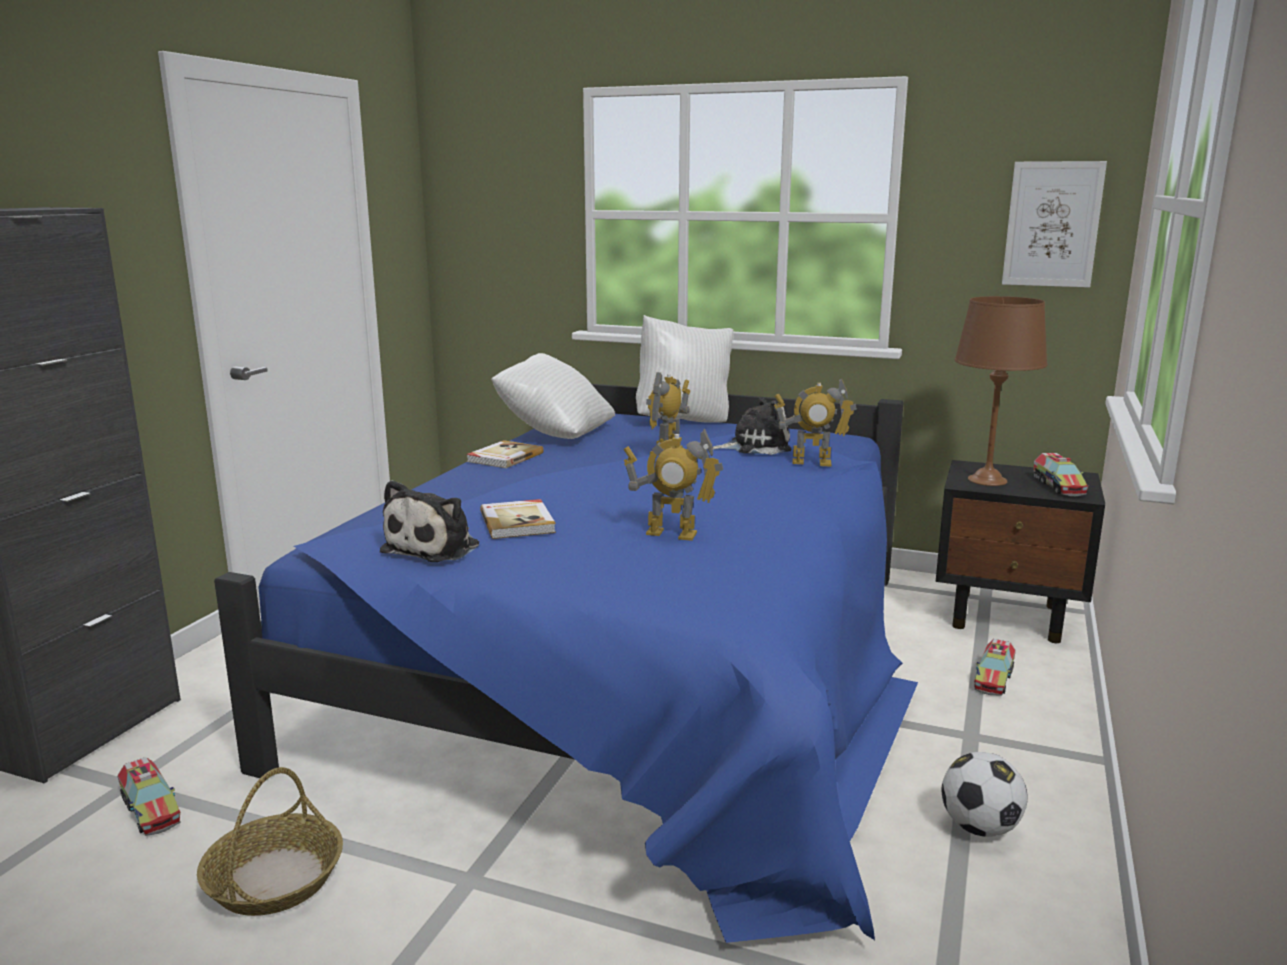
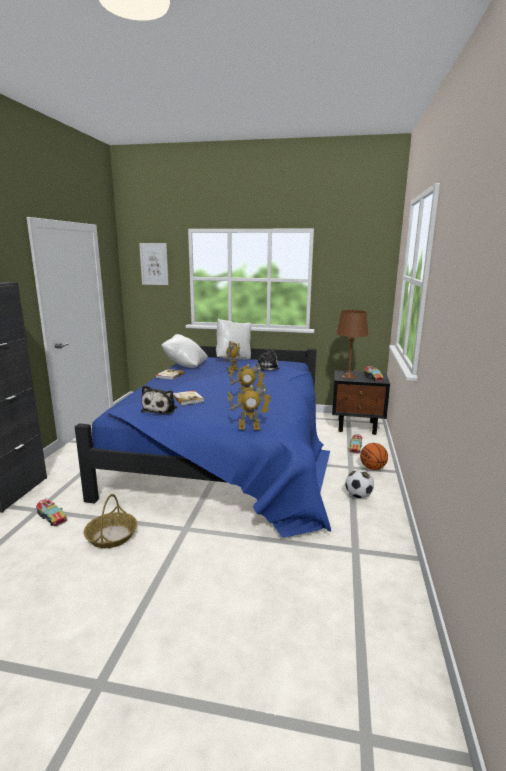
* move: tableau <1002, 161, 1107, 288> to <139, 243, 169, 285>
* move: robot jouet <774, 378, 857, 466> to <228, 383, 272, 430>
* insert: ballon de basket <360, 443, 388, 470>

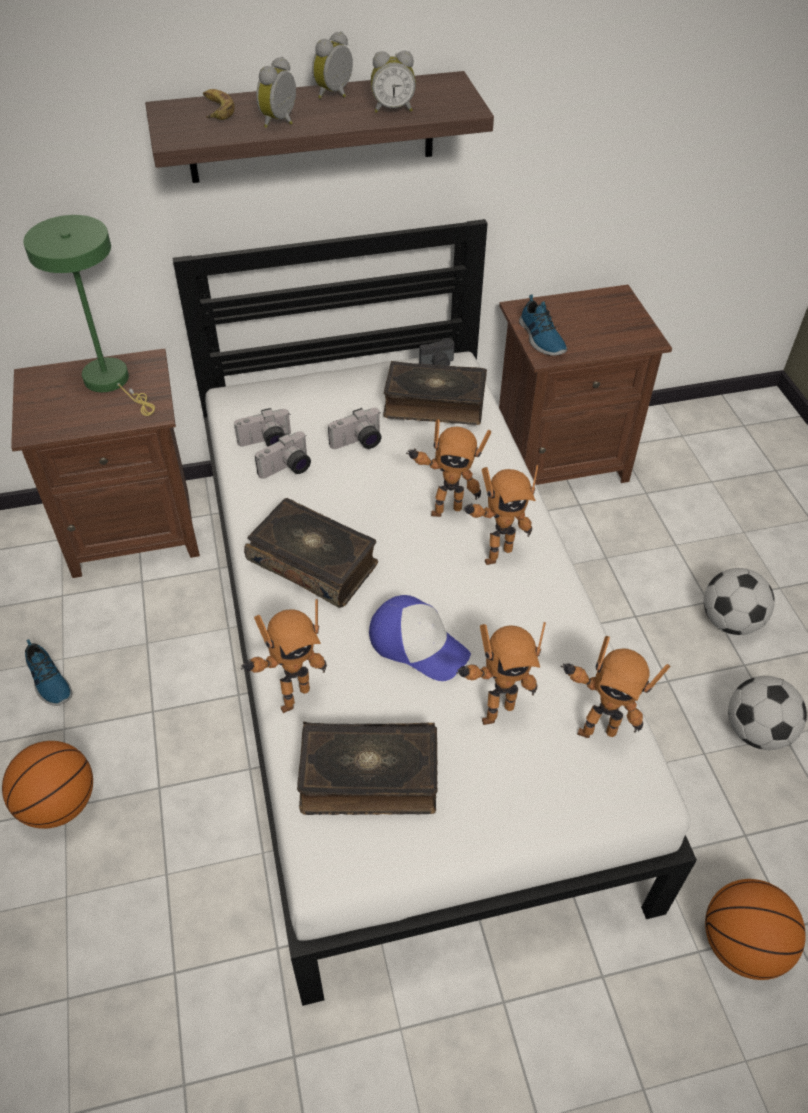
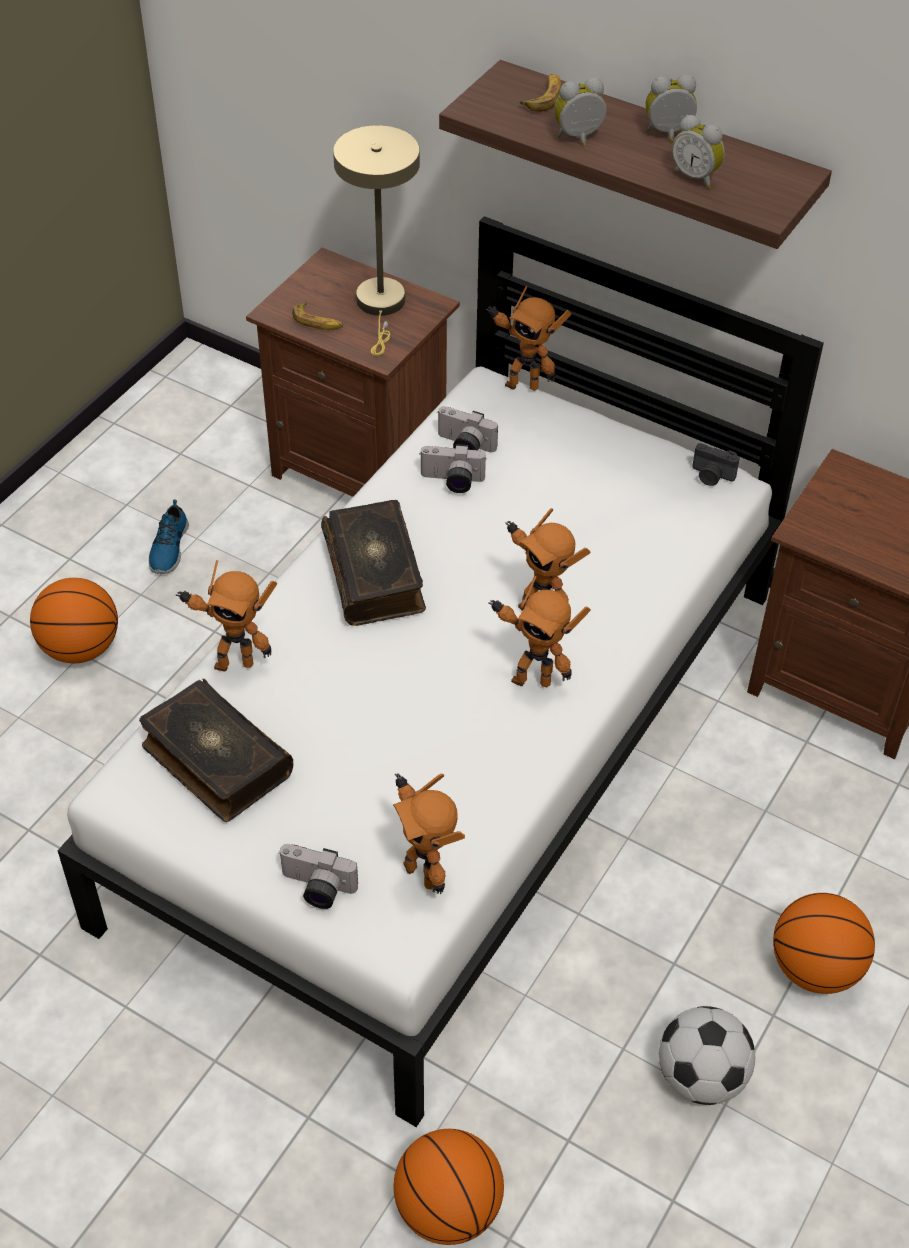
* recolor: lampe de table [vert] <23, 215, 155, 416> to lampe de table [beige] <333, 125, 420, 356>
* delete: chaussure <519, 294, 567, 356>
* delete: livre <383, 361, 487, 425>
* move: appareil photo <328, 408, 381, 449> to <278, 844, 358, 909>
* replace: ballon de foot <704, 568, 775, 635> to ballon de basket <773, 893, 875, 994>
* delete: casquette <369, 595, 471, 681>
* move: robot jouet <456, 622, 546, 725> to <486, 286, 572, 391>
* insert: banane <292, 303, 343, 330>

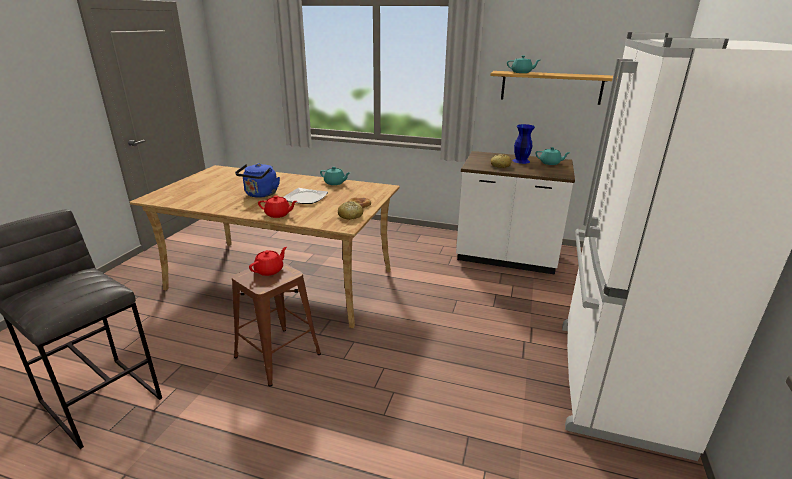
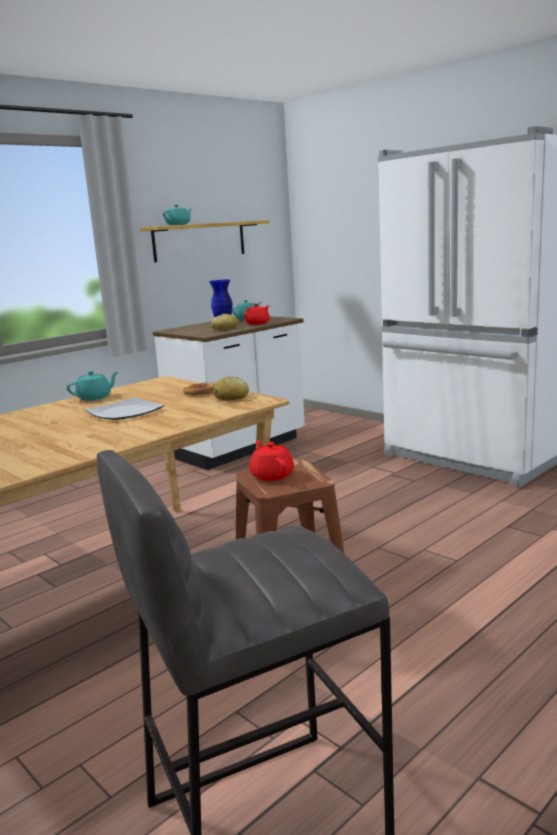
* delete: bouilloire [bleu] <235, 163, 280, 198>
* move: théière [rouge] <258, 195, 297, 218> to <244, 304, 270, 325>

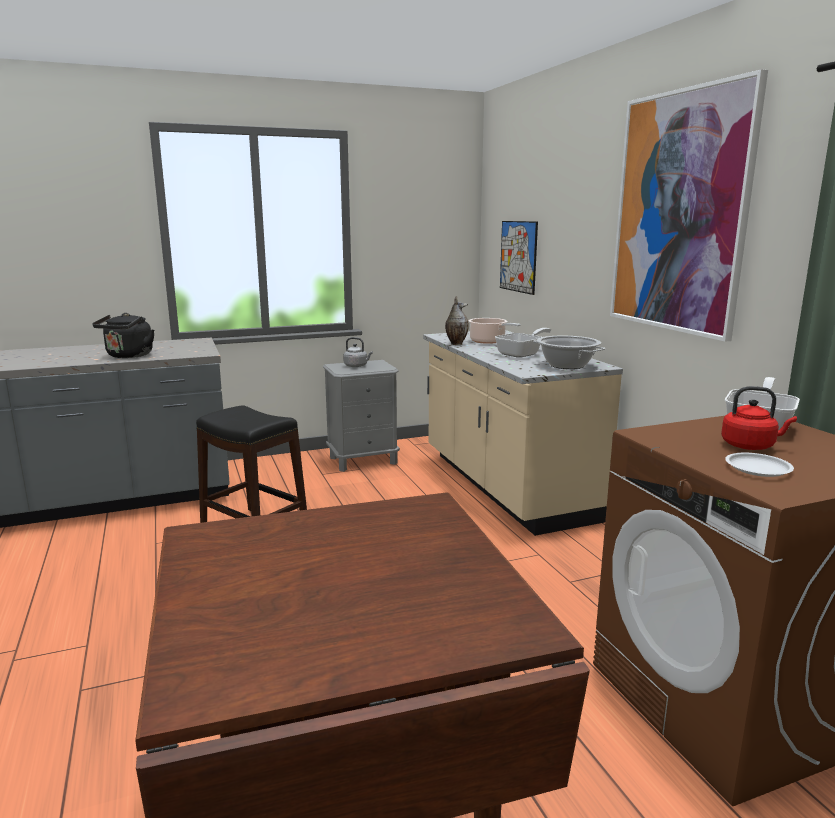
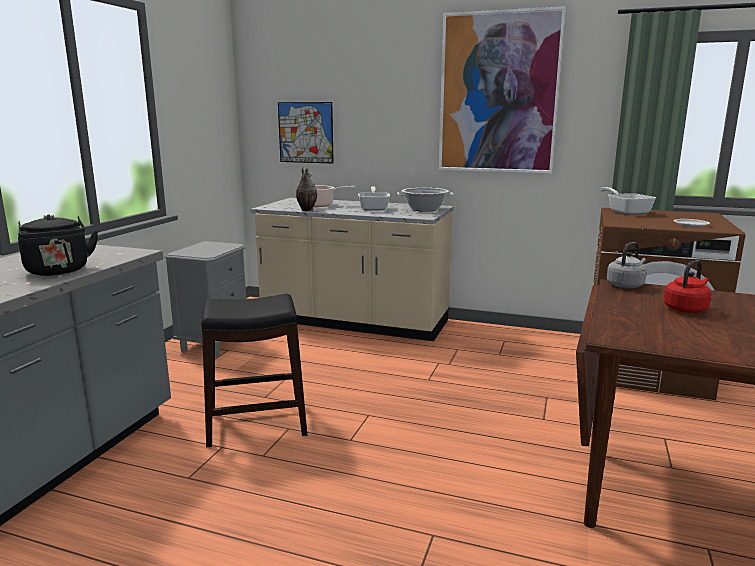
* move: bouilloire [gris] <343, 337, 373, 367> to <607, 242, 647, 288>
* move: bouilloire [rouge] <721, 386, 797, 450> to <664, 260, 711, 313>

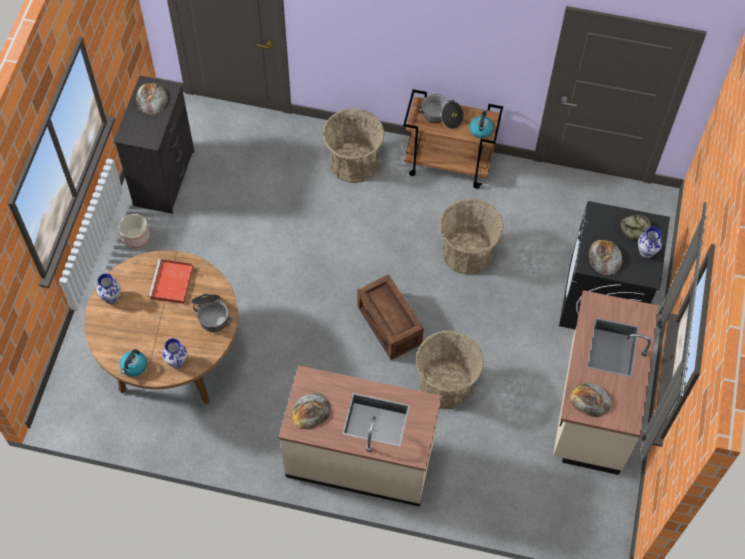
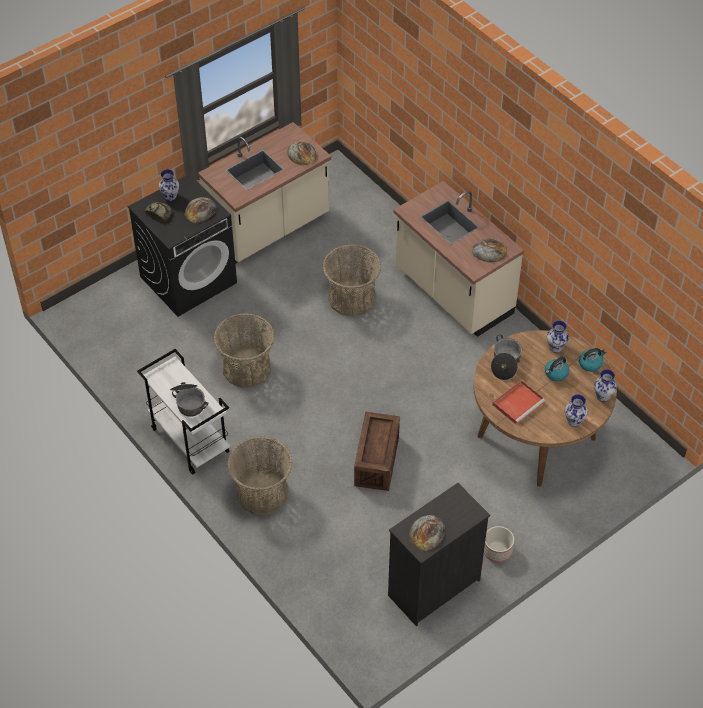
* recolor: chariot [marron] <403, 89, 503, 189> to chariot [blanc] <137, 349, 230, 475>
* move: bouilloire <470, 110, 494, 138> to <545, 357, 569, 381>
* move: caisse <357, 274, 424, 360> to <354, 412, 400, 491>
* insert: vase <594, 369, 617, 402>

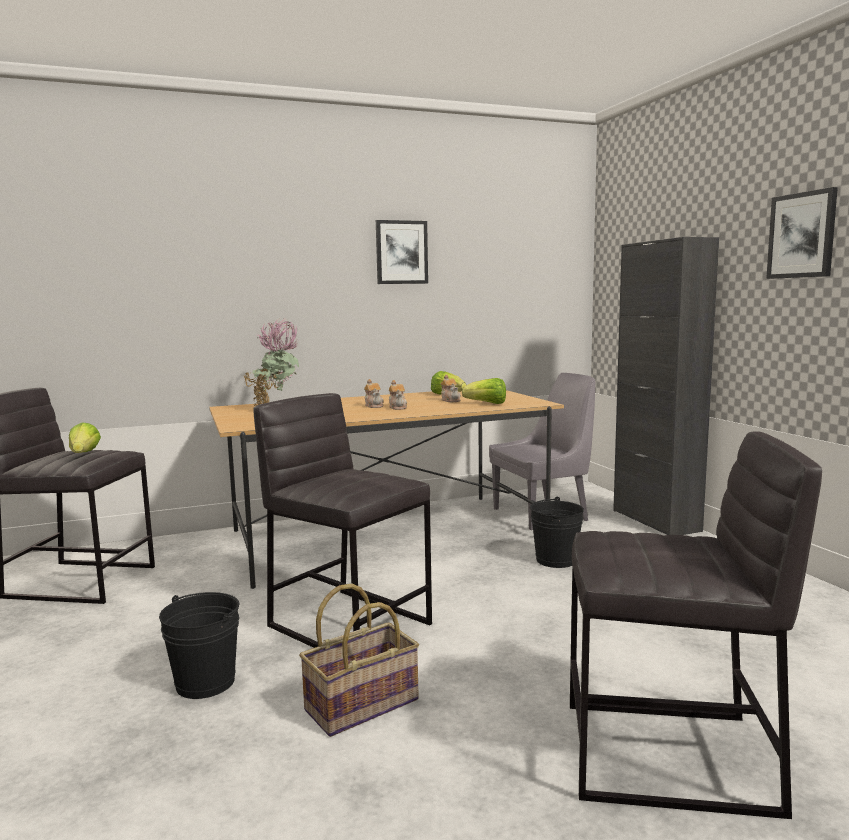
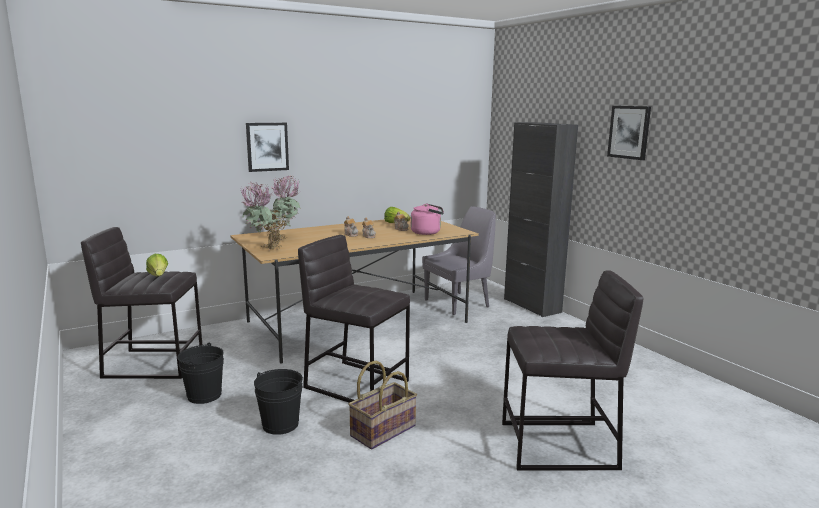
* move: tableau <376, 220, 428, 284> to <246, 123, 289, 172>
* replace: laitue <462, 378, 506, 404> to bouilloire [rose] <411, 203, 444, 235>
* move: seau [noir] <530, 497, 584, 568> to <177, 343, 224, 404>
* insert: plante en pot <241, 181, 287, 250>

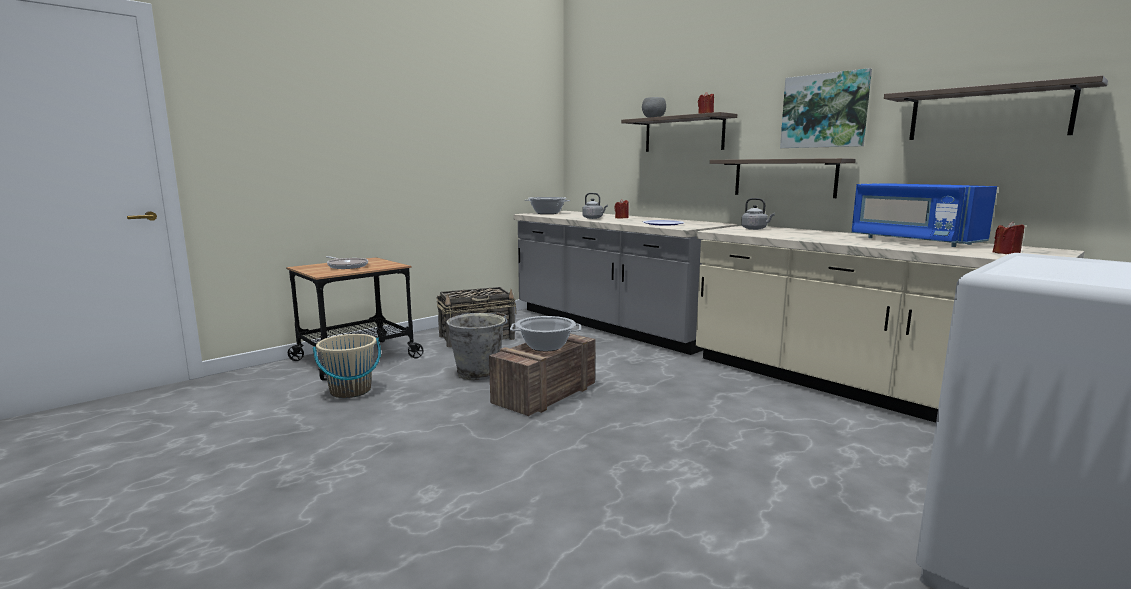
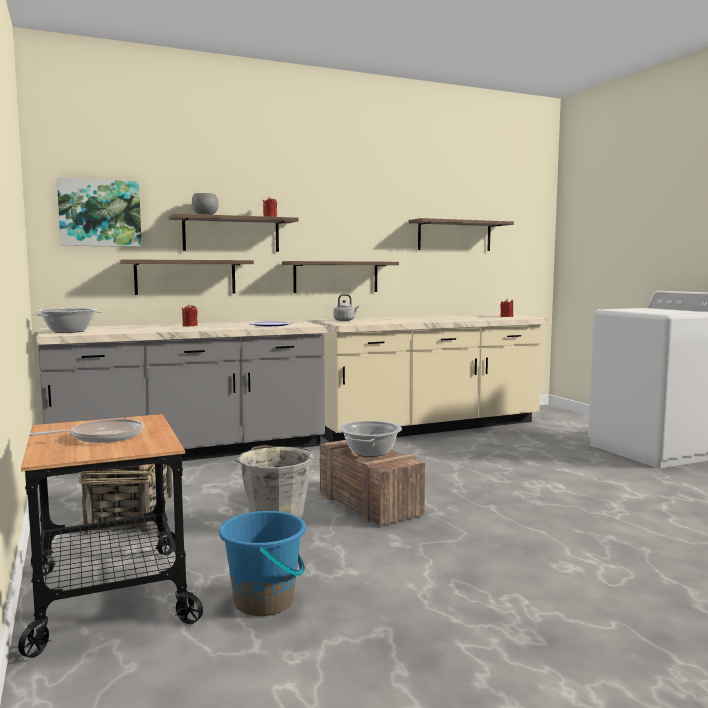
* move: tableau <780, 68, 872, 148> to <57, 177, 142, 247>
* delete: micro-ondes [bleu] <851, 183, 997, 247>
* delete: bouilloire [gris] <582, 193, 608, 219>
* recolor: seau [beige] <313, 334, 381, 398> to seau [bleu] <219, 511, 306, 616>
* insert: étagère <120, 259, 254, 295>

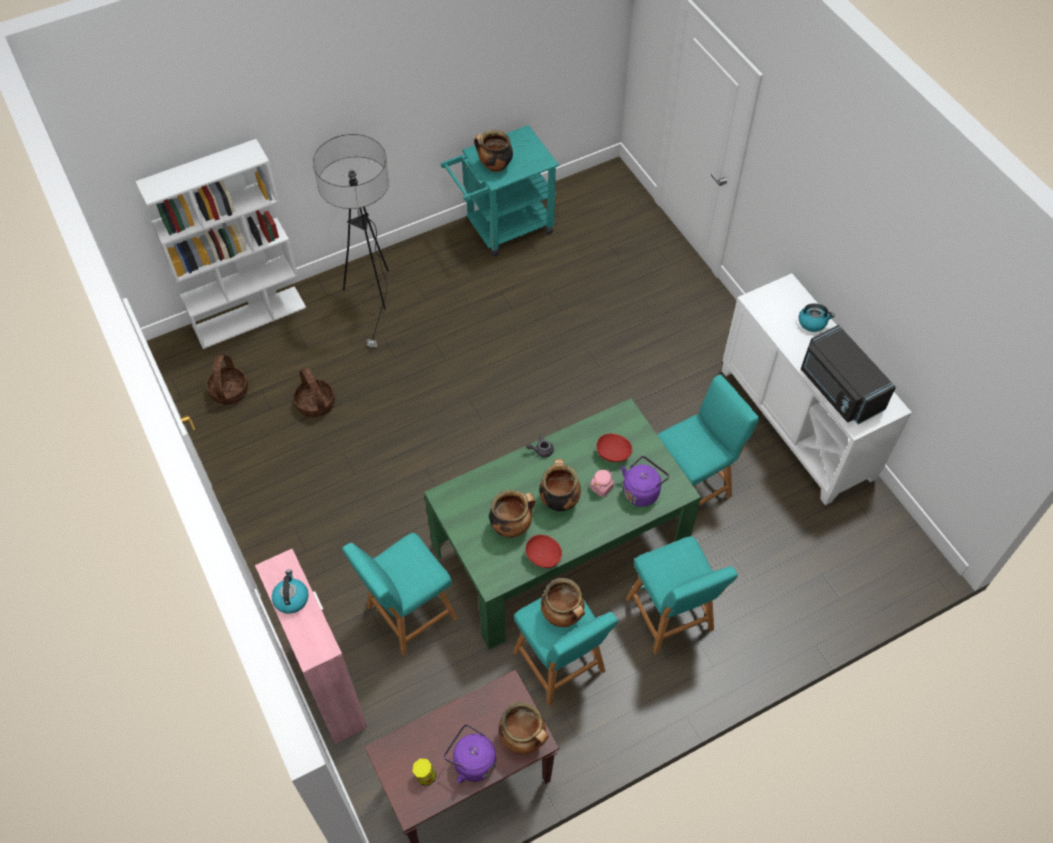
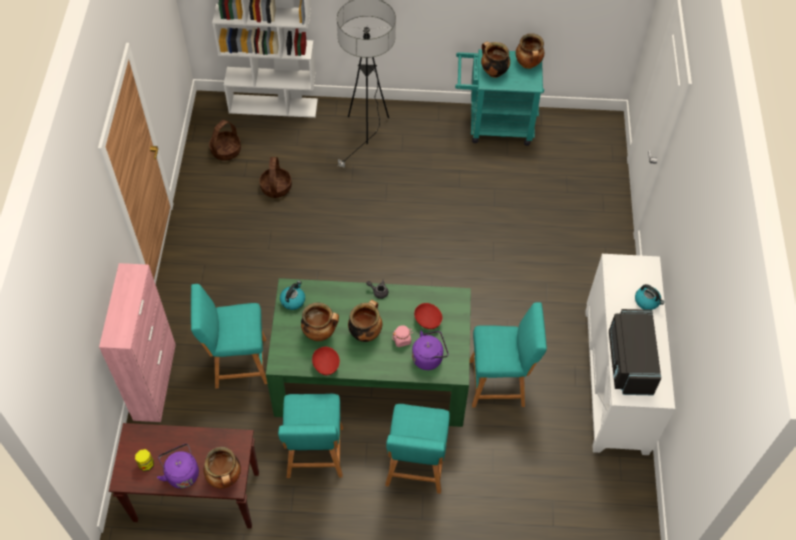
* move: bouilloire <272, 569, 309, 614> to <280, 281, 305, 310>
* move: marmite <541, 578, 585, 627> to <516, 33, 544, 69>

